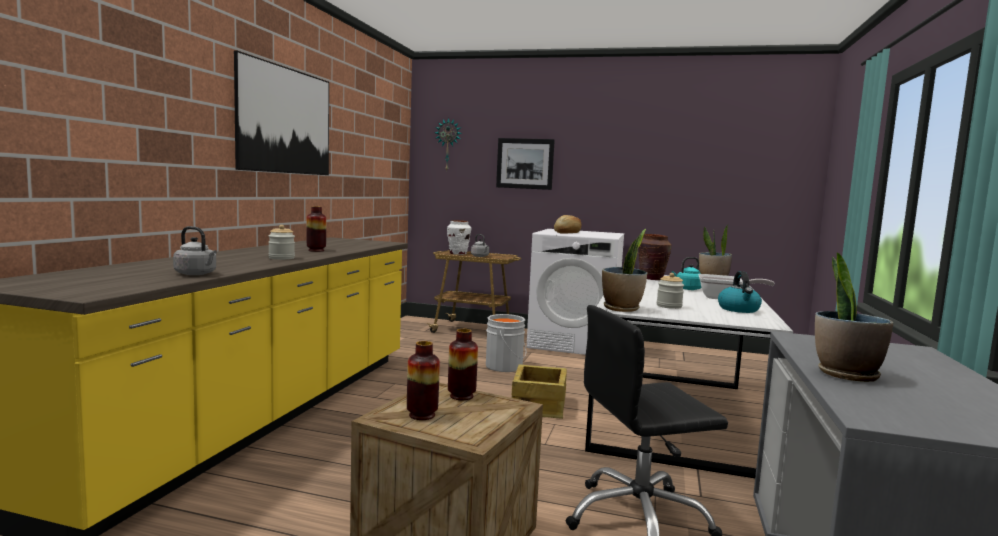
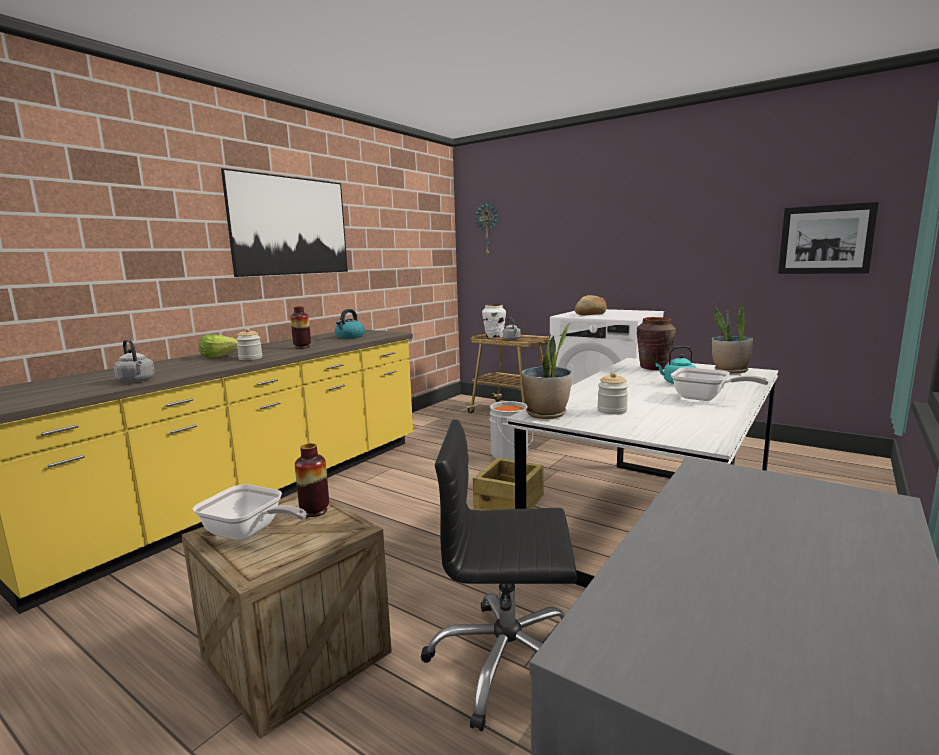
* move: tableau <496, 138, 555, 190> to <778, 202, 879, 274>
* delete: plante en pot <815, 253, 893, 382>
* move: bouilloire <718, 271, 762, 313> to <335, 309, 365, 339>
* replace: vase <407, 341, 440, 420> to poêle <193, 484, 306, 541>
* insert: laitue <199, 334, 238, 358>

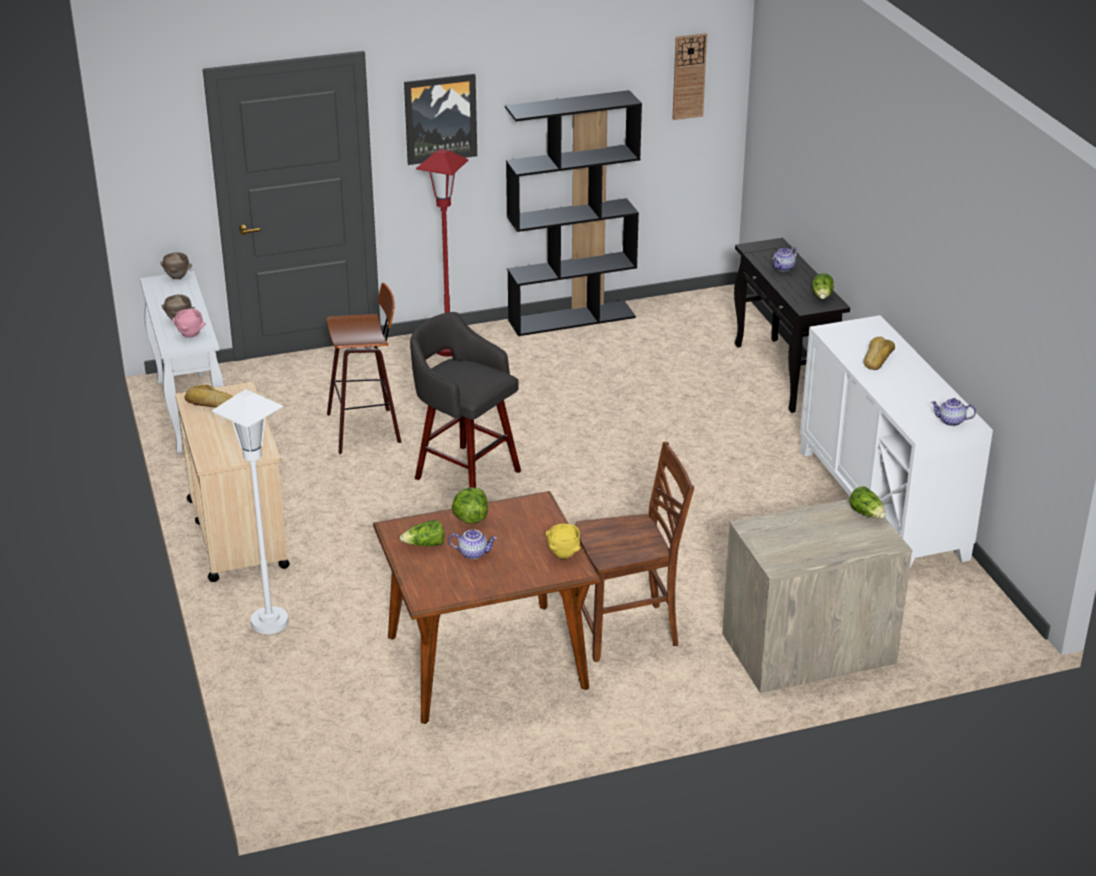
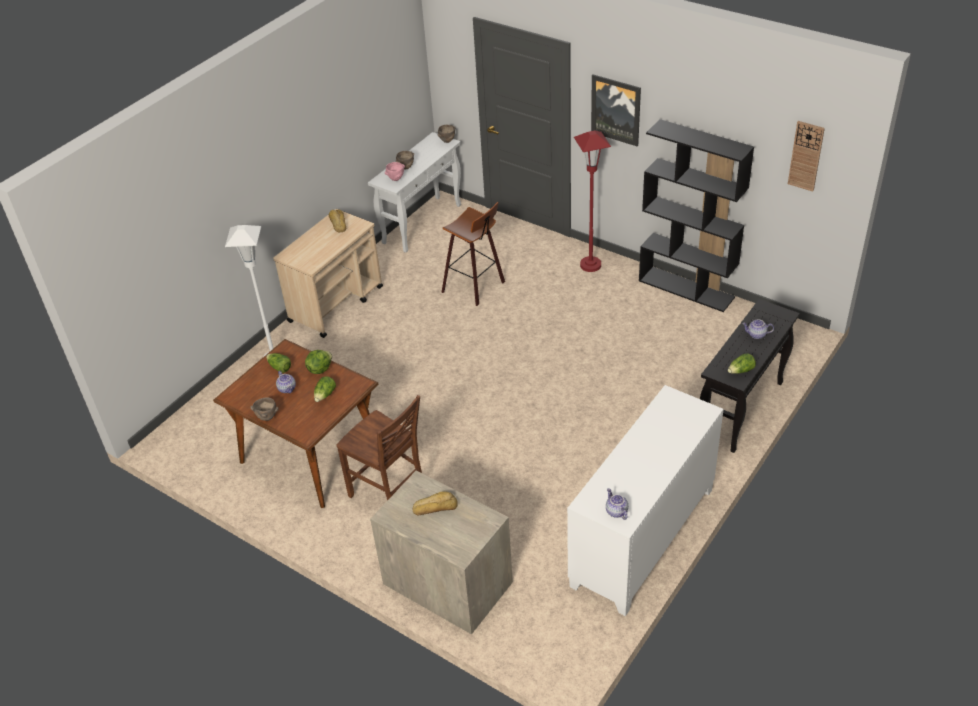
* delete: tabouret [gris] <410, 312, 521, 488>
* move: pain <864, 336, 895, 370> to <413, 491, 458, 516>
* move: laitue <849, 487, 886, 519> to <314, 376, 336, 402>
* delete: bol [jaune] <546, 524, 580, 559>
* insert: bol [marron] <250, 398, 279, 421>

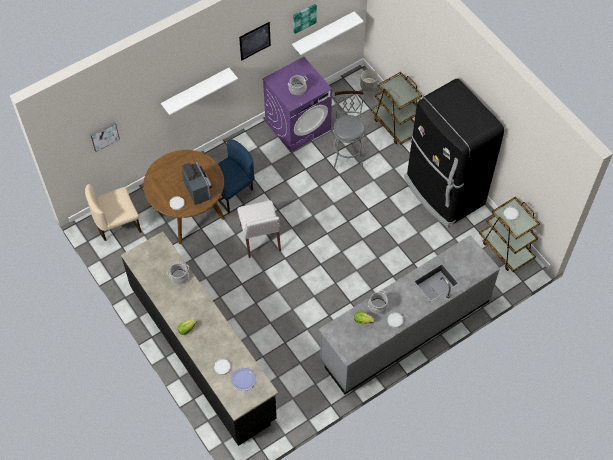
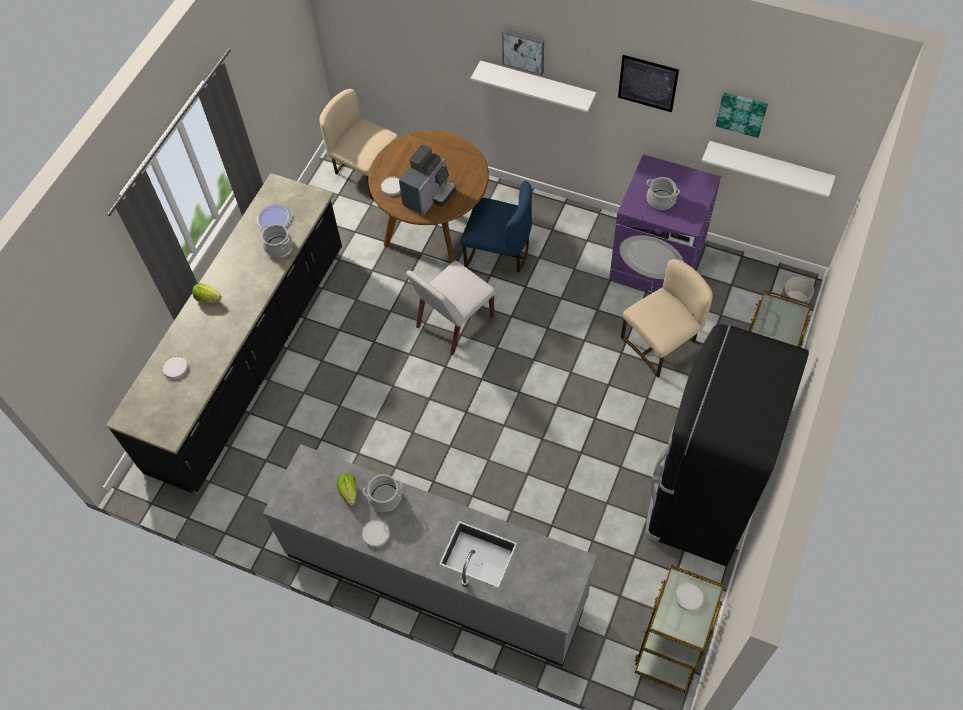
* replace: tabouret [gris] <331, 91, 365, 171> to chaise [beige] <621, 259, 713, 378>
* move: tableau <90, 121, 120, 152> to <502, 29, 544, 75>
* move: assiette <231, 368, 256, 391> to <257, 204, 292, 230>

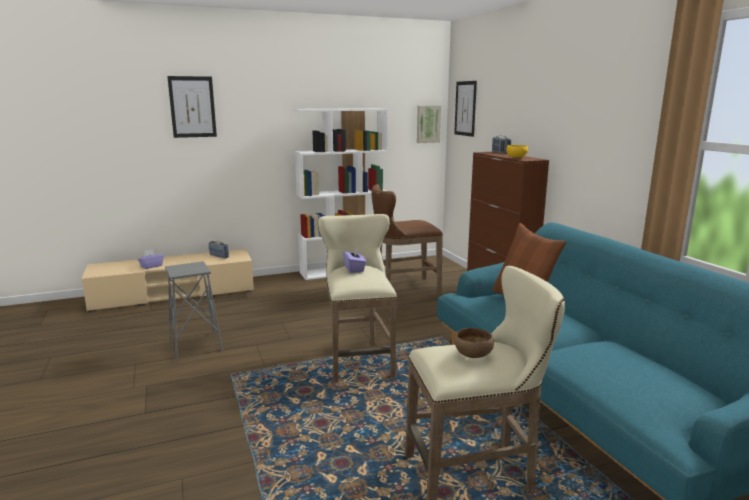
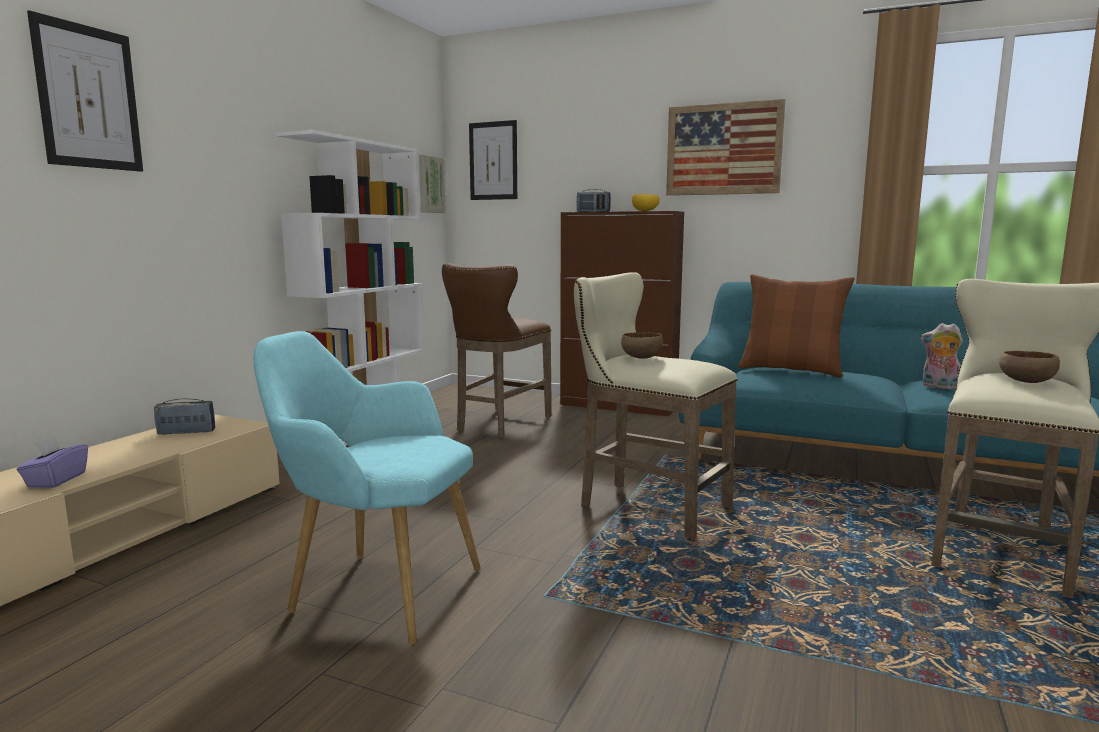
* replace: boîte à mouchoirs [violet] <343, 247, 366, 273> to bol [marron] <621, 332, 663, 359>
* replace: tabouret [gris] <165, 261, 223, 360> to fauteuil [turquoise] <253, 331, 481, 645>
* insert: tableau <666, 99, 785, 196>
* insert: peluche <921, 323, 963, 390>

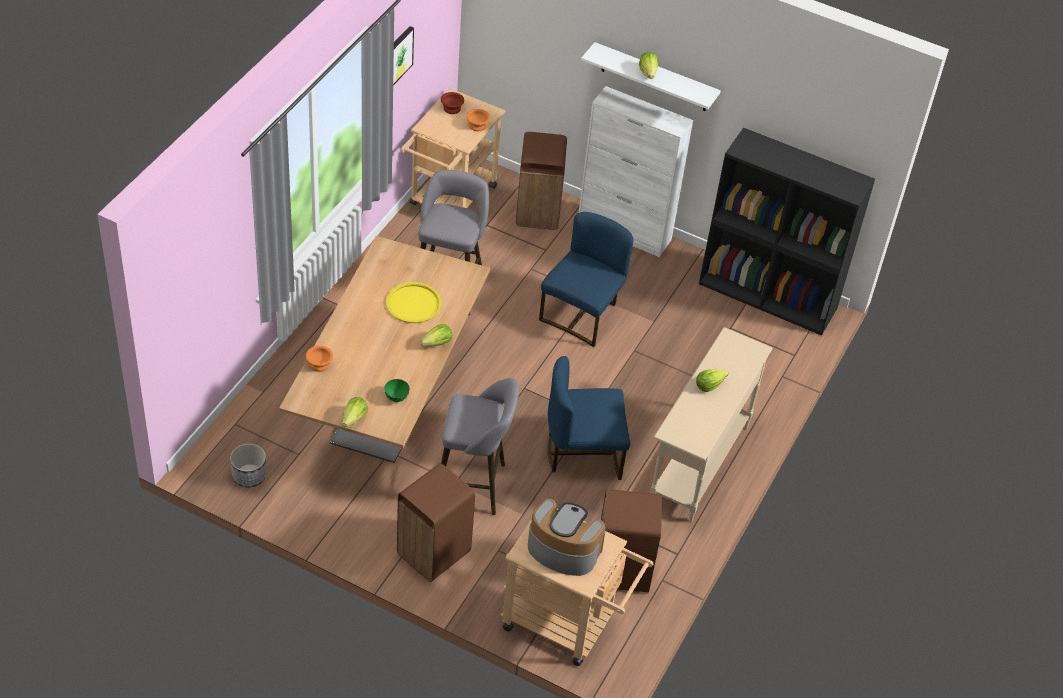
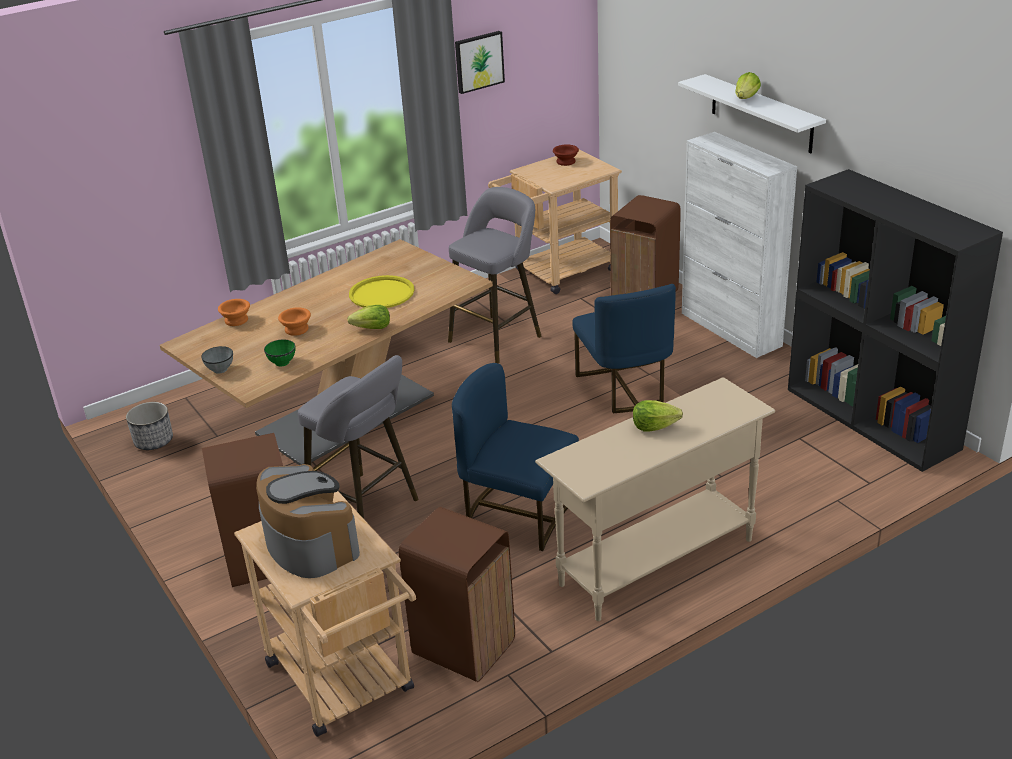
* move: bol [orange] <466, 109, 490, 131> to <278, 307, 311, 336>
* rotate: chaise [bleu] <539, 212, 634, 347> = <572, 284, 676, 413> 105 degrees clockwise
* replace: laitue <342, 397, 368, 428> to bol [gris] <201, 346, 233, 373>

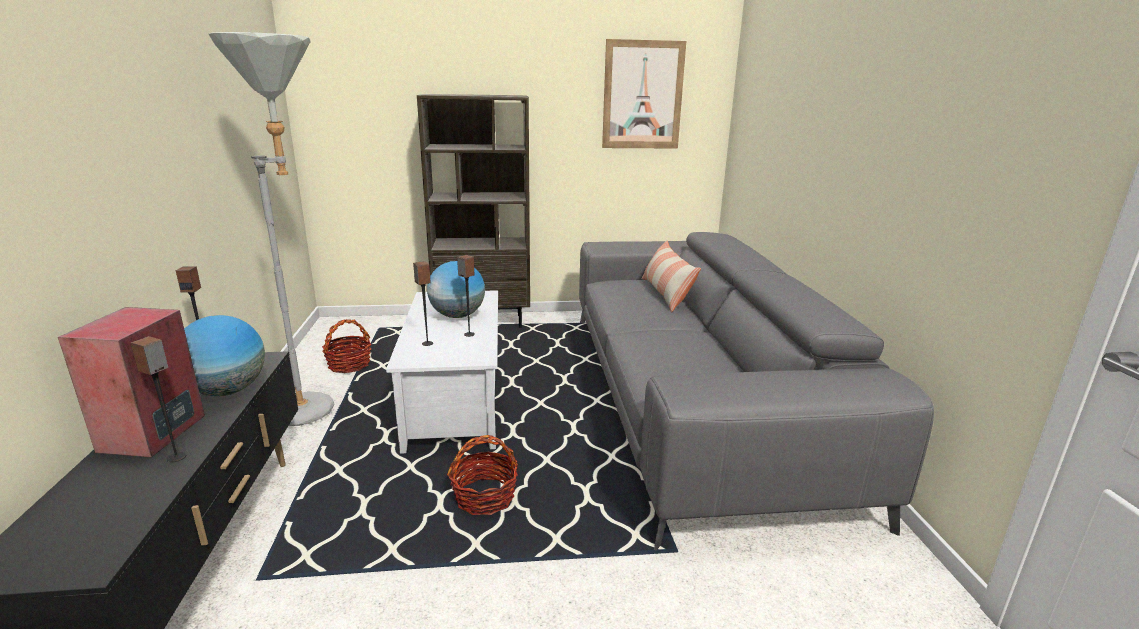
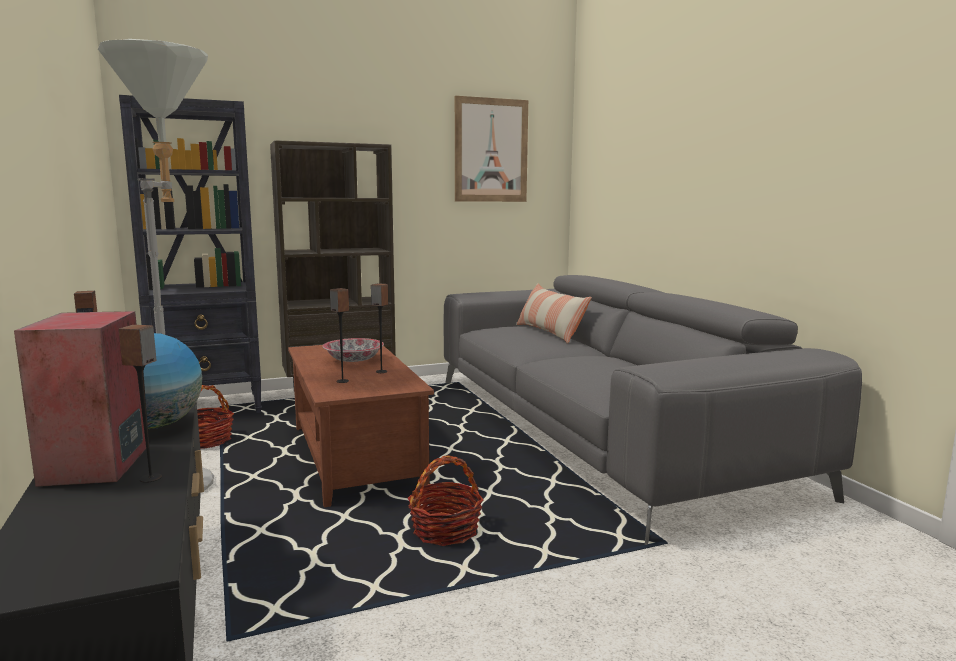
* replace: globe <427, 261, 485, 318> to bol <323, 338, 384, 362>
* recolor: table basse [blanc] <386, 290, 498, 454> to table basse [marron] <288, 345, 434, 507>
* insert: bibliothèque [noir] <119, 95, 262, 413>

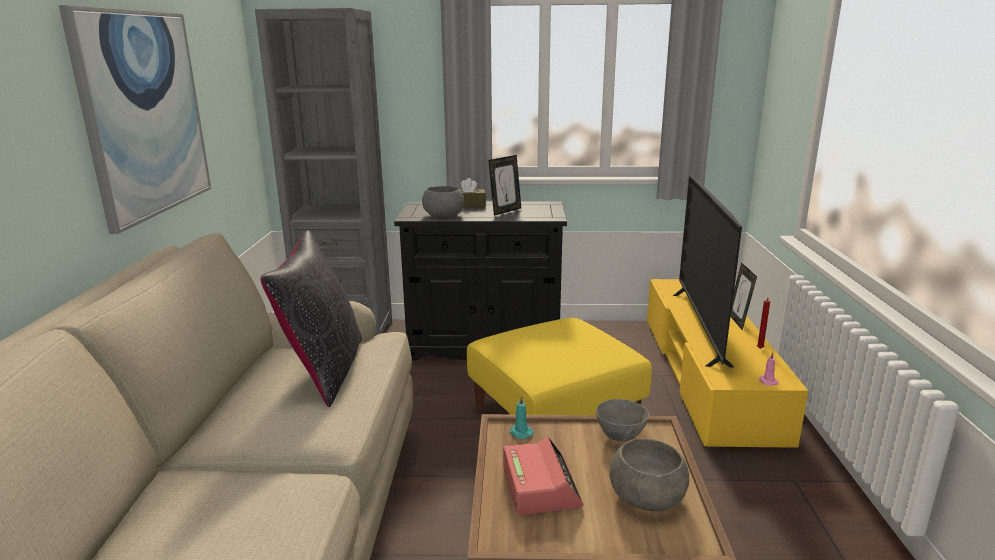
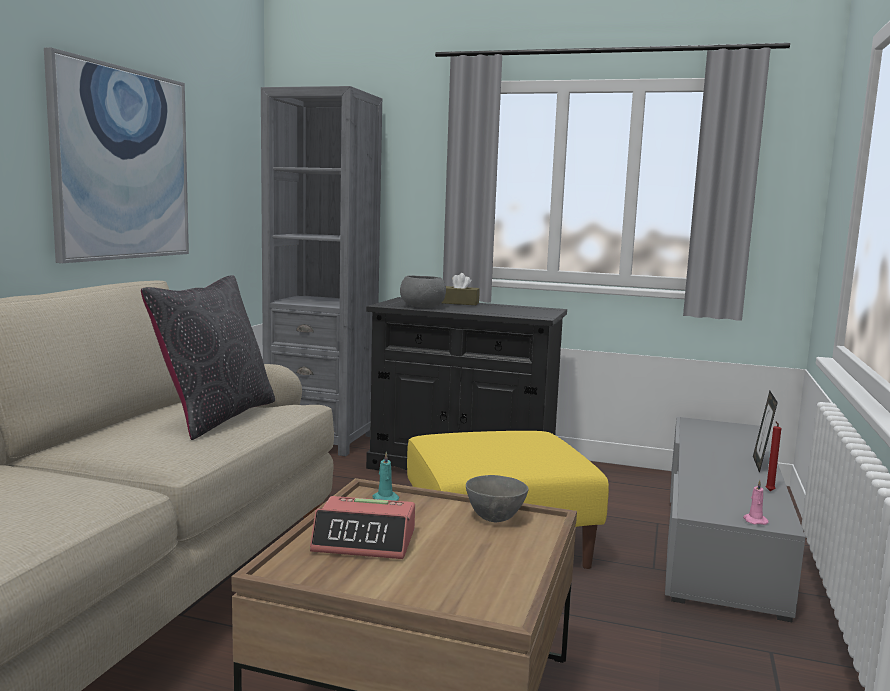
* delete: cadre photo <488, 155, 521, 216>
* delete: téléviseur <673, 175, 742, 367>
* recolor: meuble télé [jaune] <647, 279, 808, 451> to meuble télé [gris] <665, 417, 805, 622>
* rotate: réveil <503, 437, 583, 515> = <310, 496, 415, 559> 90 degrees clockwise
* delete: bol [gris] <609, 439, 689, 511>

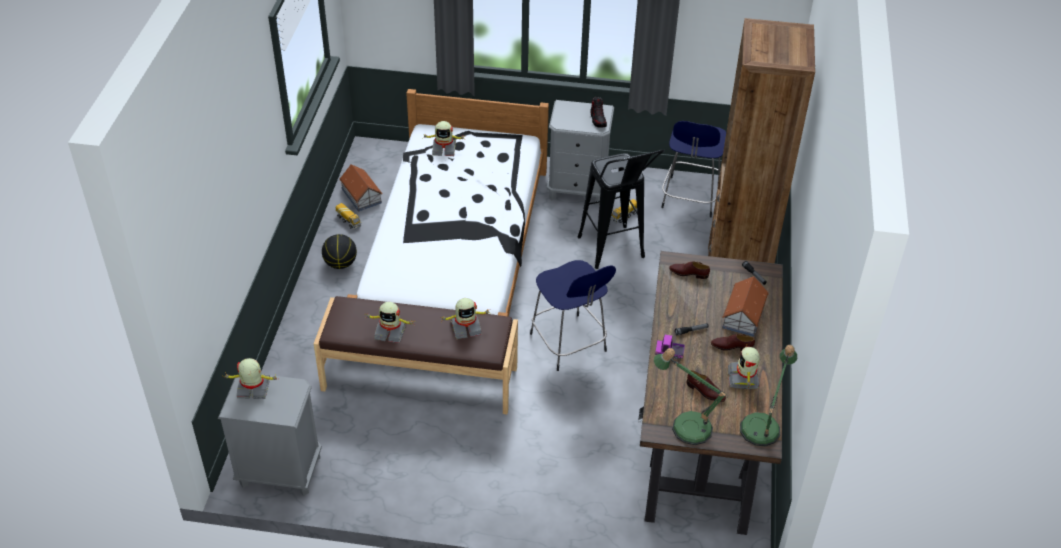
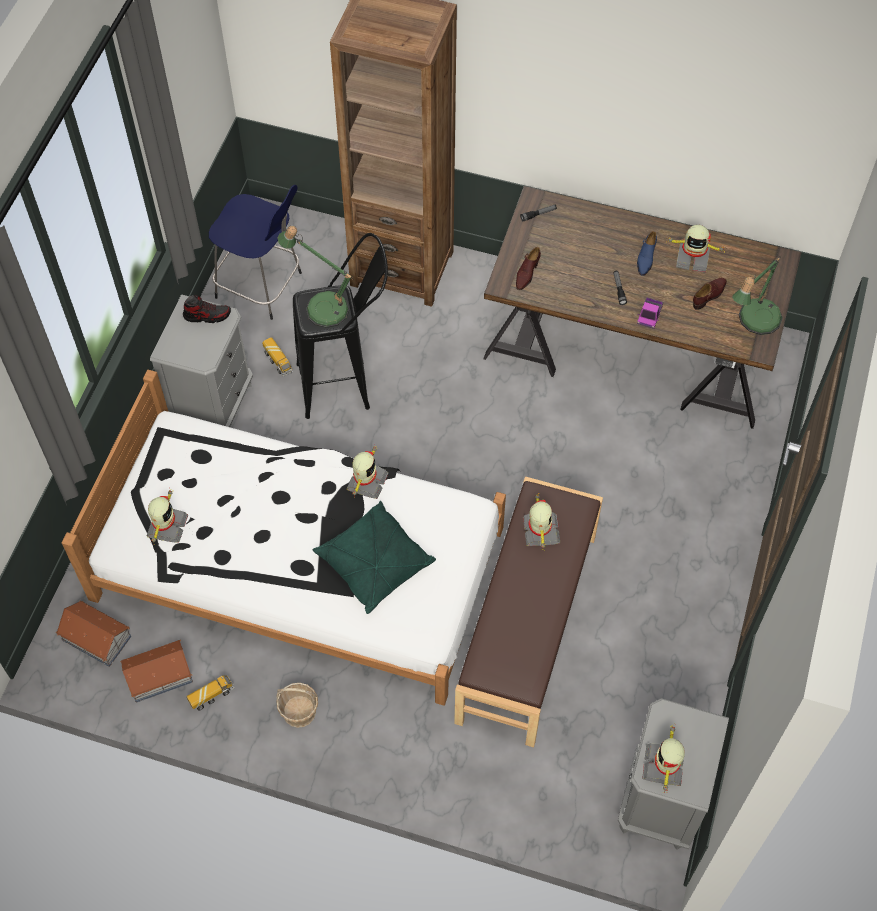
* replace: ballon de basket <322, 234, 357, 269> to panier <276, 683, 318, 728>
* delete: tabouret [bleu] <530, 260, 616, 371>
* move: maison miniature <722, 276, 769, 337> to <56, 601, 131, 667>
* move: robot jouet <364, 302, 414, 343> to <347, 446, 389, 499>
* recolor: chaussure [marron] <711, 334, 755, 351> to chaussure [bleu] <637, 231, 657, 276>
* move: lampe de table <740, 345, 797, 446> to <278, 226, 354, 328>
* insert: coussin [vert] <313, 501, 436, 614>

